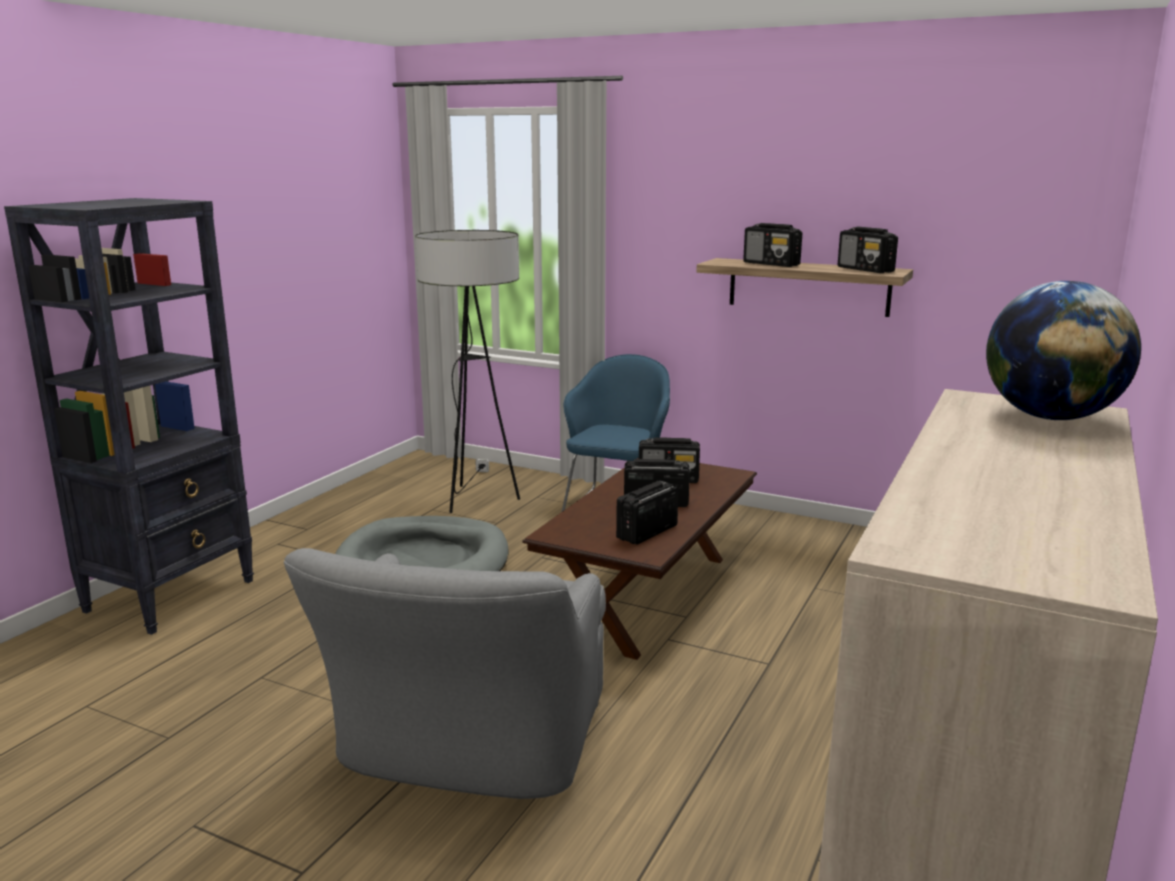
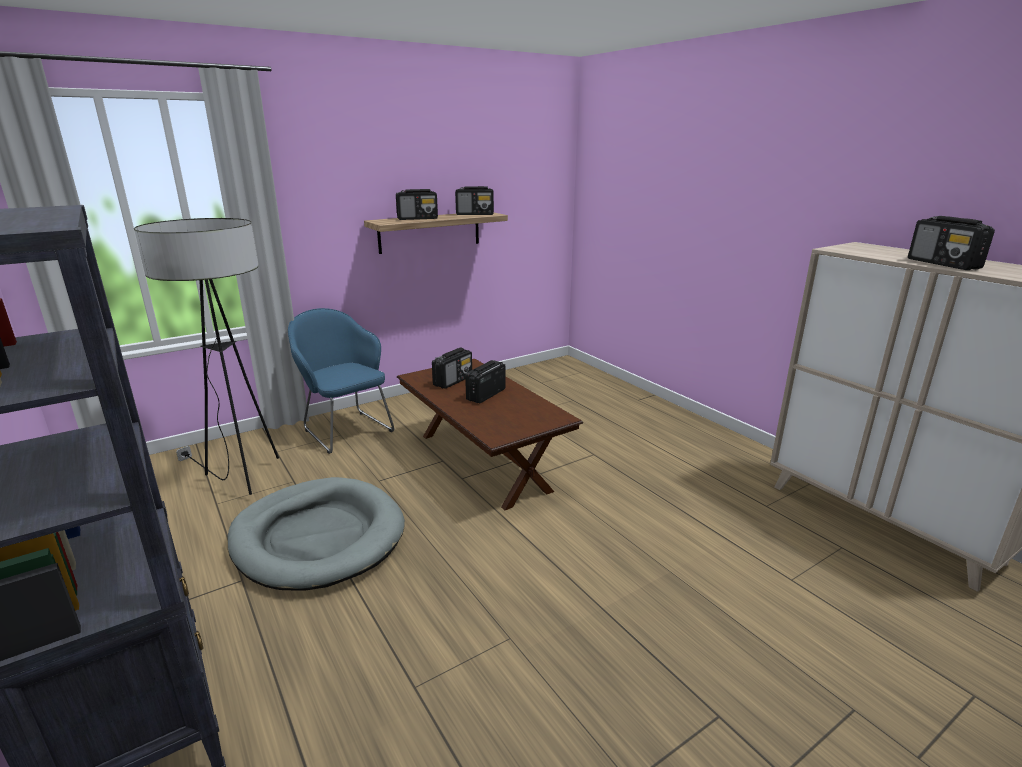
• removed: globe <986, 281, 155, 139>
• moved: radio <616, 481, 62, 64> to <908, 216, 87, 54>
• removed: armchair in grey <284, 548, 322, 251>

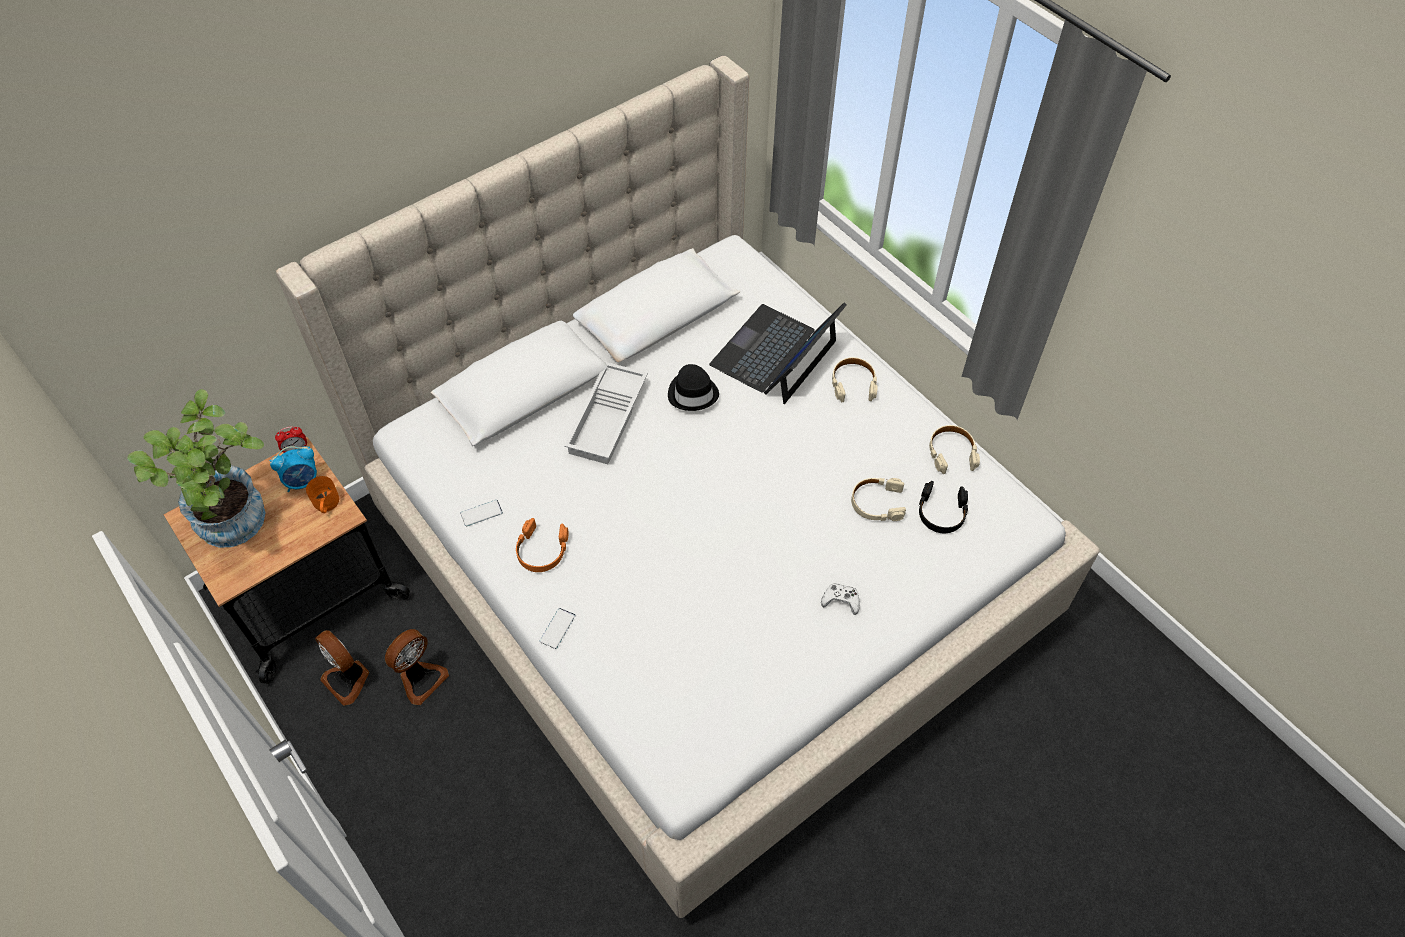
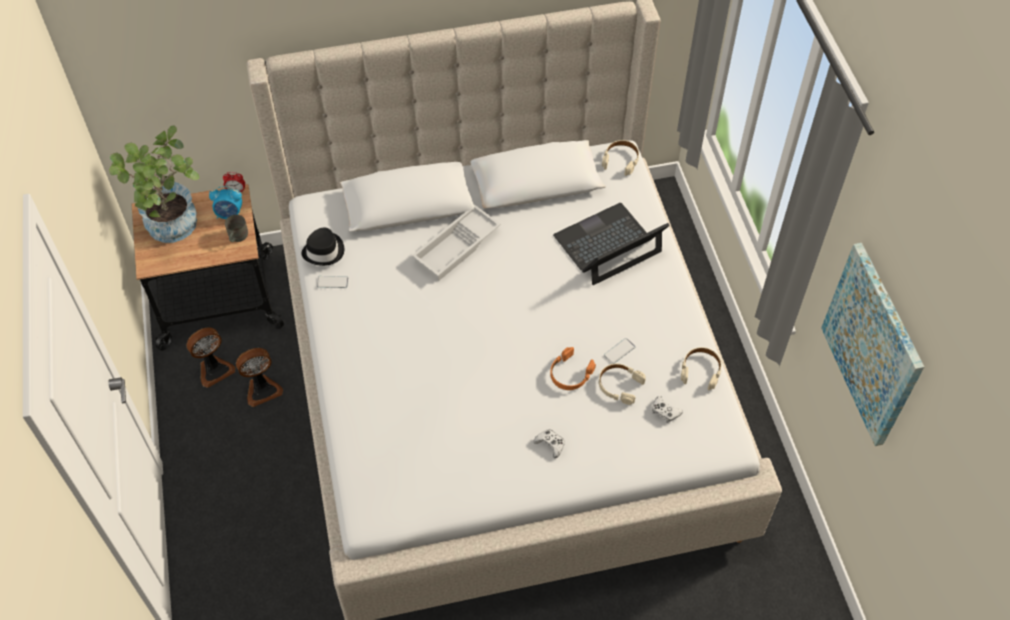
• moved: headphones in beige <832, 357, 46, 45> to <602, 140, 37, 36>
• moved: hat in black <668, 364, 51, 47> to <301, 228, 43, 38>
• recoloured: mug in orange <306, 476, 33, 37> to mug in grey <225, 215, 23, 27>
• replaced: headphones in black <918, 481, 50, 52> to game controller in white <652, 396, 31, 27>
• moved: headphones in orange <516, 518, 53, 54> to <550, 347, 46, 43>
• moved: phone <540, 608, 35, 41> to <604, 338, 31, 26>
• turned: fan <315, 630, 54, 76> = <186, 327, 49, 61> 105 degrees counterclockwise
• added: picture <821, 243, 103, 203>

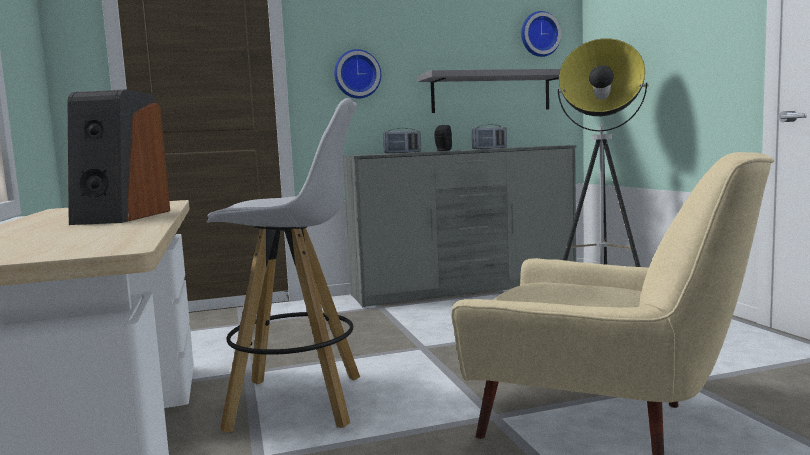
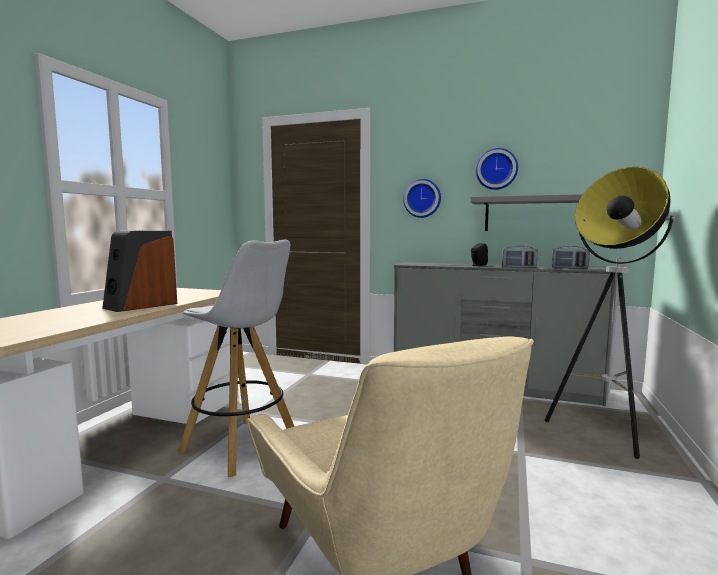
• moved: wall clock <521, 11, 40, 46> to <476, 148, 42, 42>
• moved: radio <383, 128, 38, 26> to <552, 246, 38, 23>

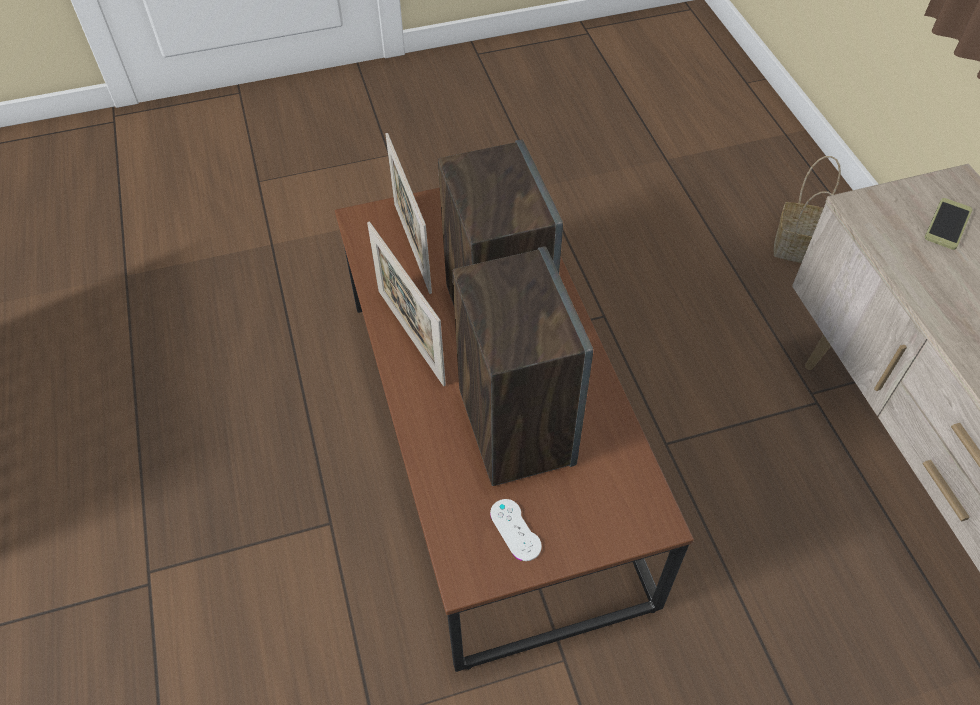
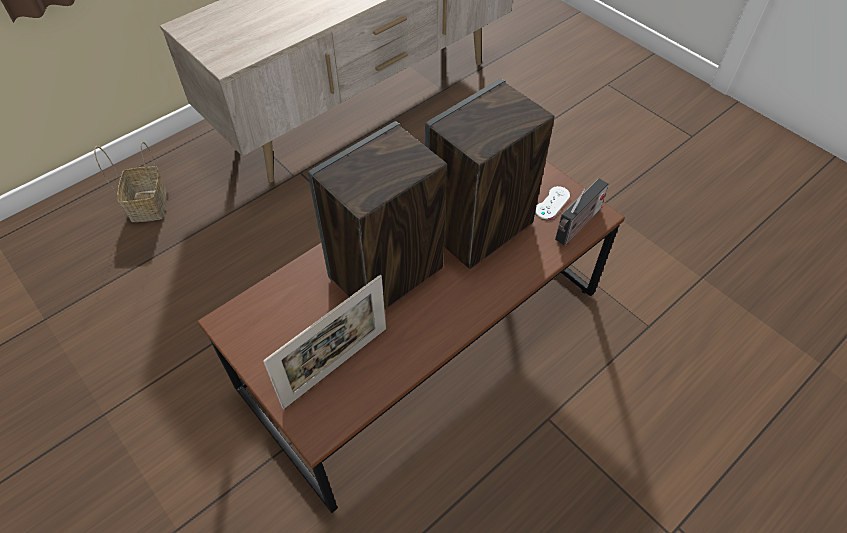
• removed: phone <925, 198, 47, 52>
• removed: picture frame <367, 221, 79, 165>
• added: radio <555, 178, 53, 67>

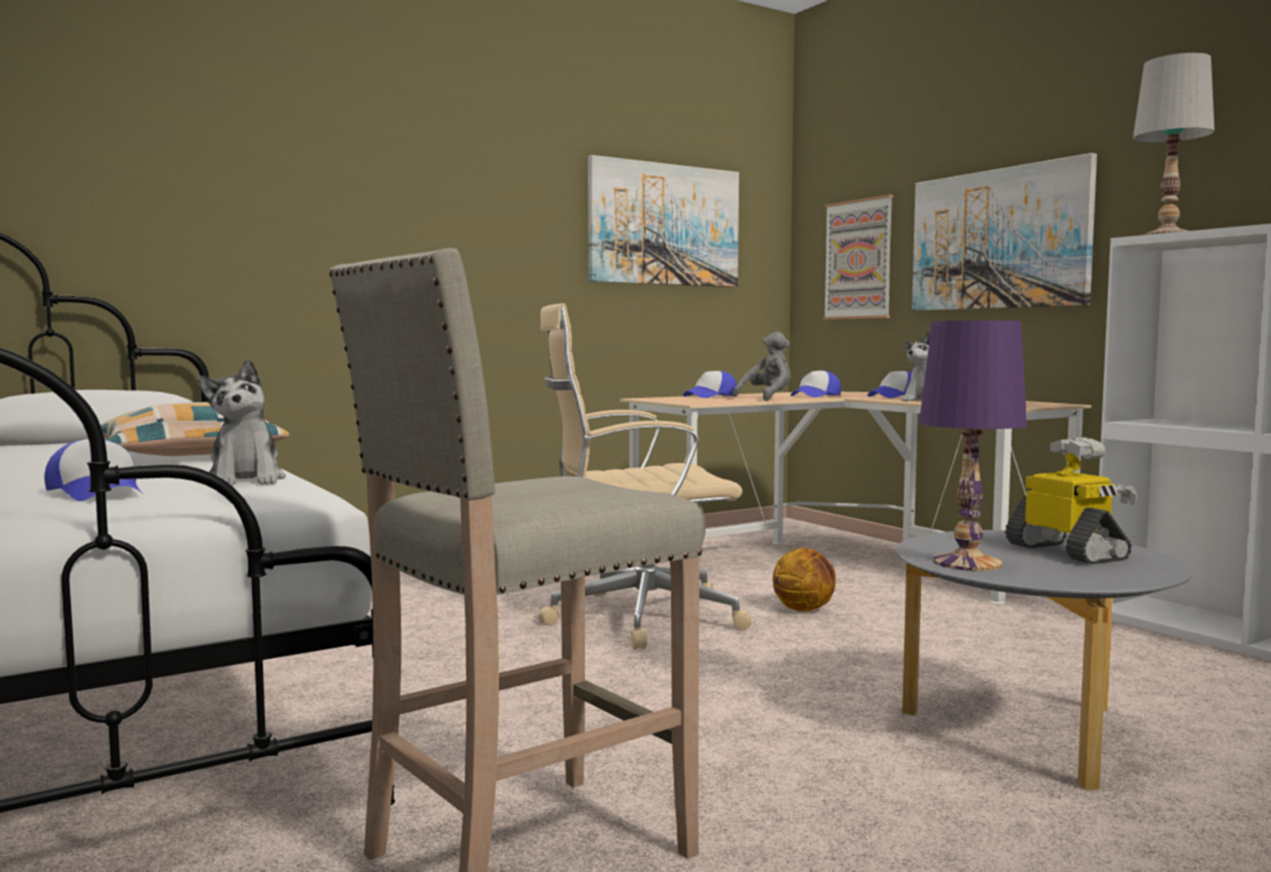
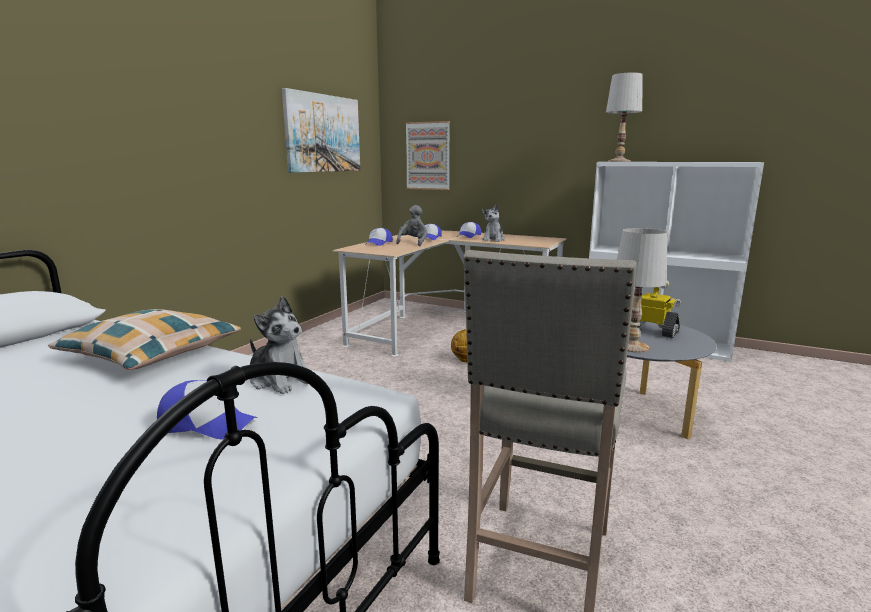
• removed: picture <912, 153, 185, 158>
• removed: office chair in beige <538, 303, 213, 346>
• recoloured: table lamp in purple <919, 320, 108, 251> to table lamp in white <617, 228, 51, 125>

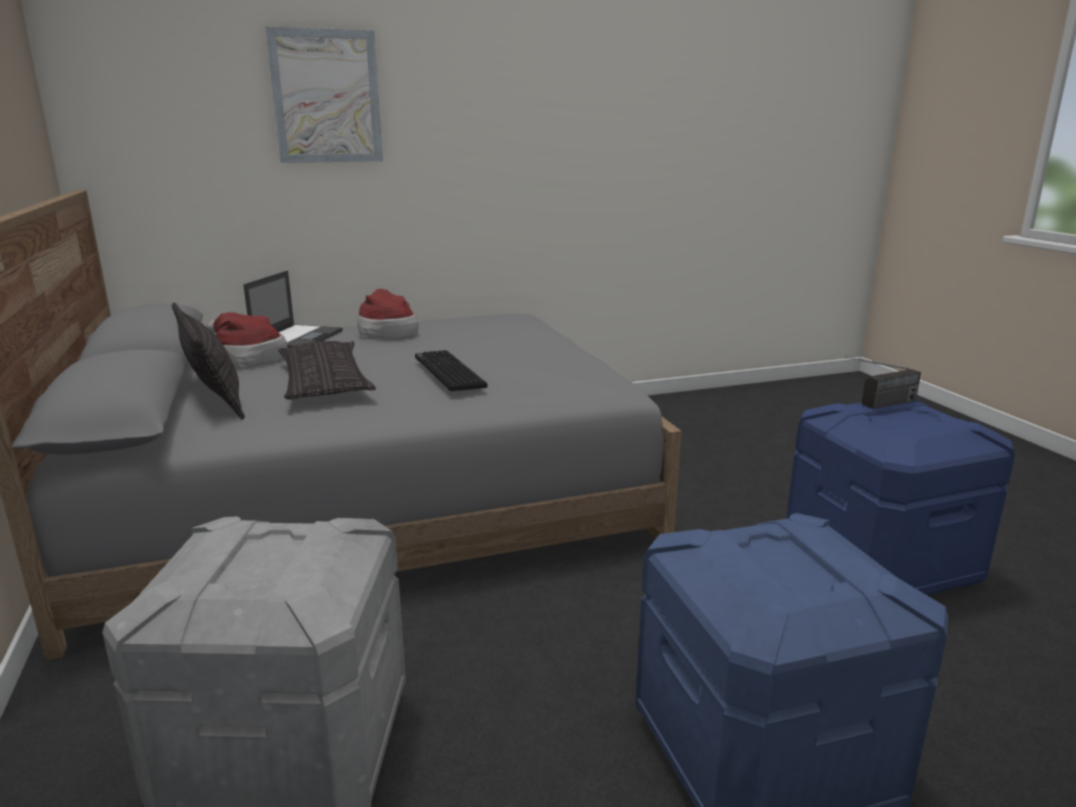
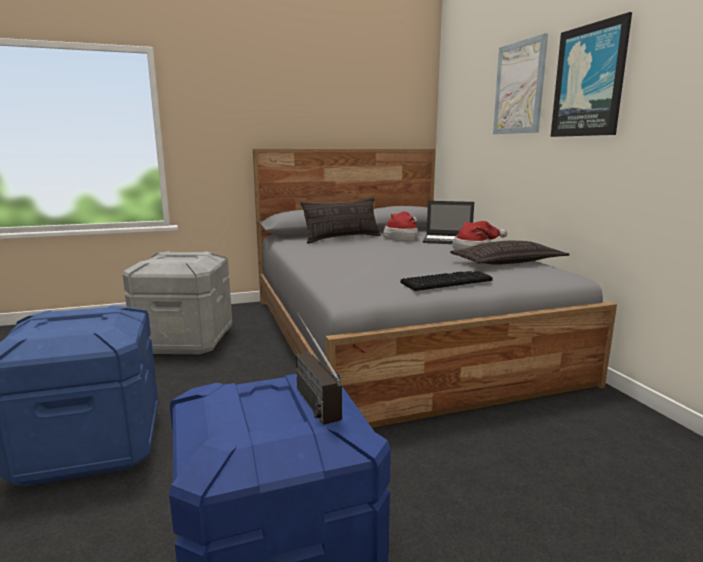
• moved: pillow <278, 341, 98, 59> to <450, 241, 120, 24>
• moved: keyboard <415, 350, 72, 41> to <400, 270, 93, 21>
• added: picture <551, 12, 81, 125>

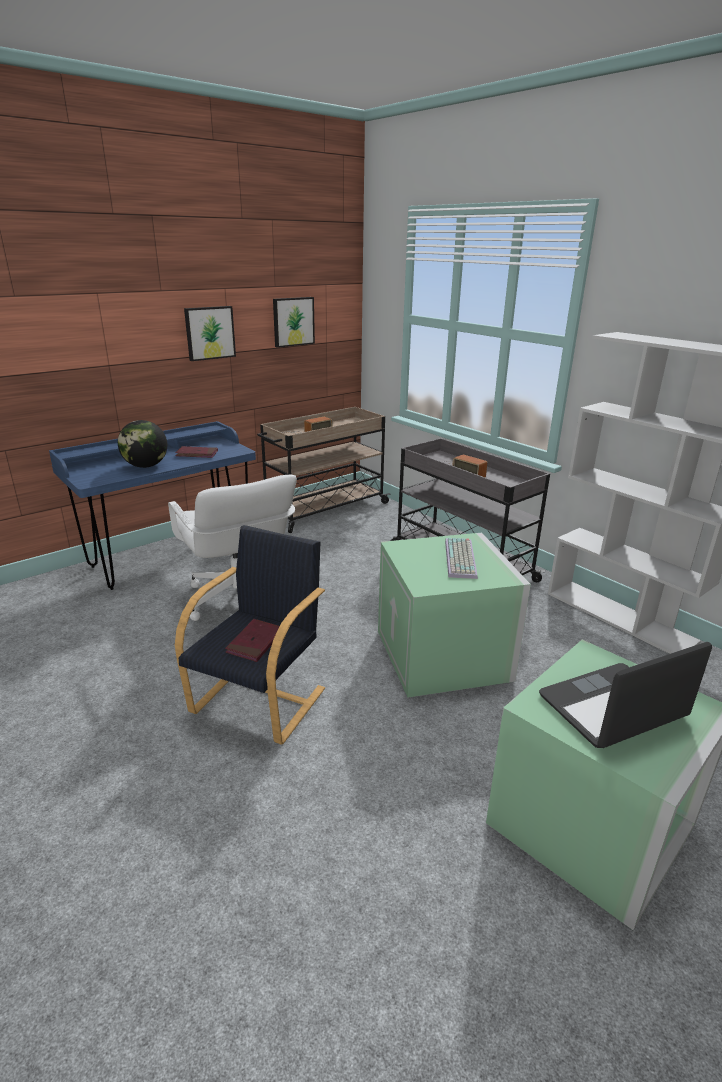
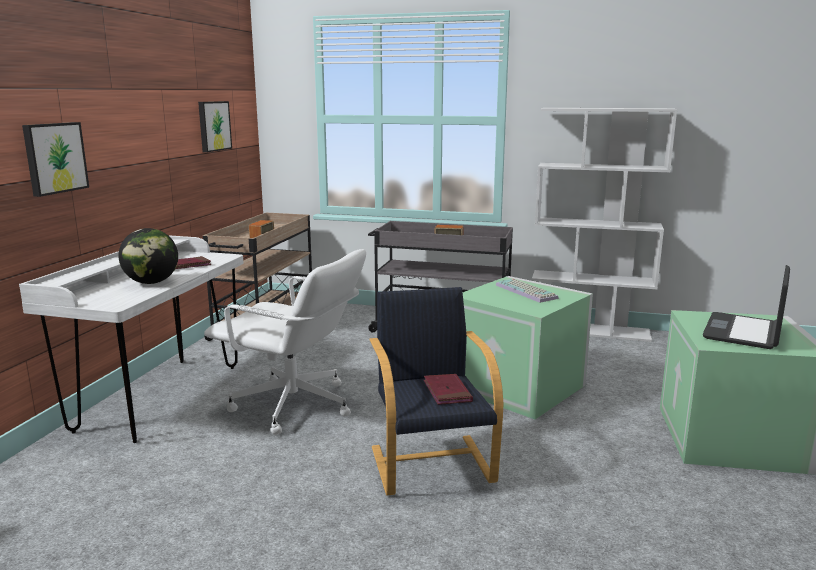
• moved: picture <184, 306, 52, 55> to <22, 122, 67, 75>
• recoloured: desk in blue <49, 421, 207, 169> to desk in white <19, 235, 225, 208>

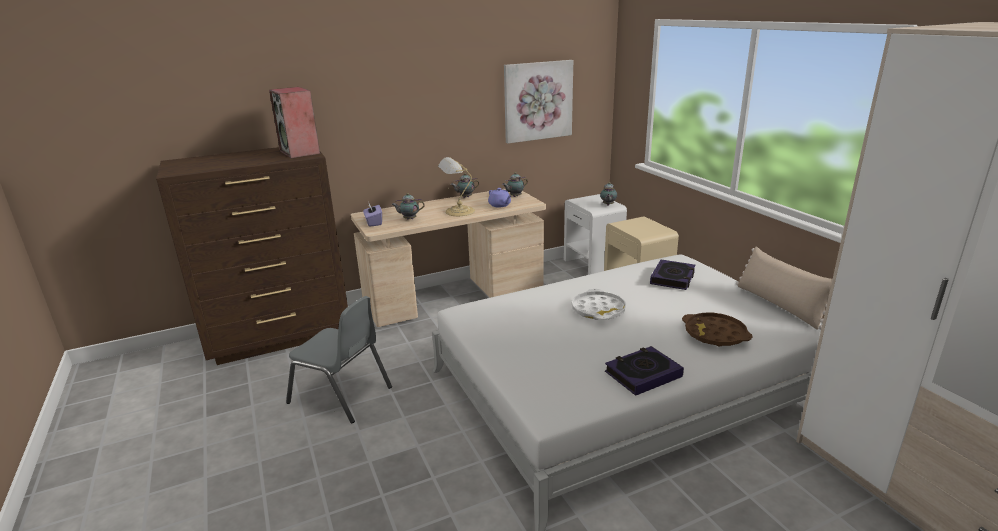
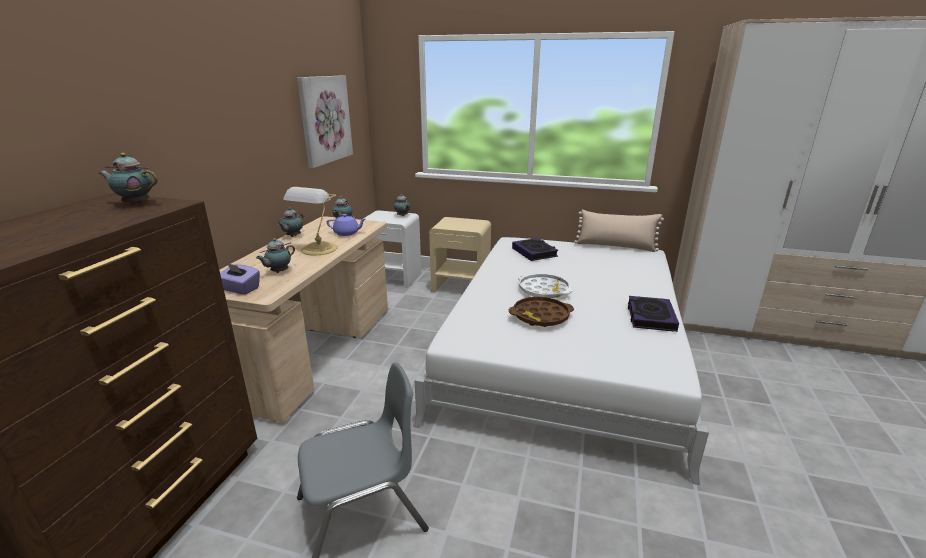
• replaced: speaker <269, 87, 51, 71> to teapot <99, 153, 58, 52>
• moved: tray in brown <682, 313, 71, 34> to <509, 296, 65, 31>

